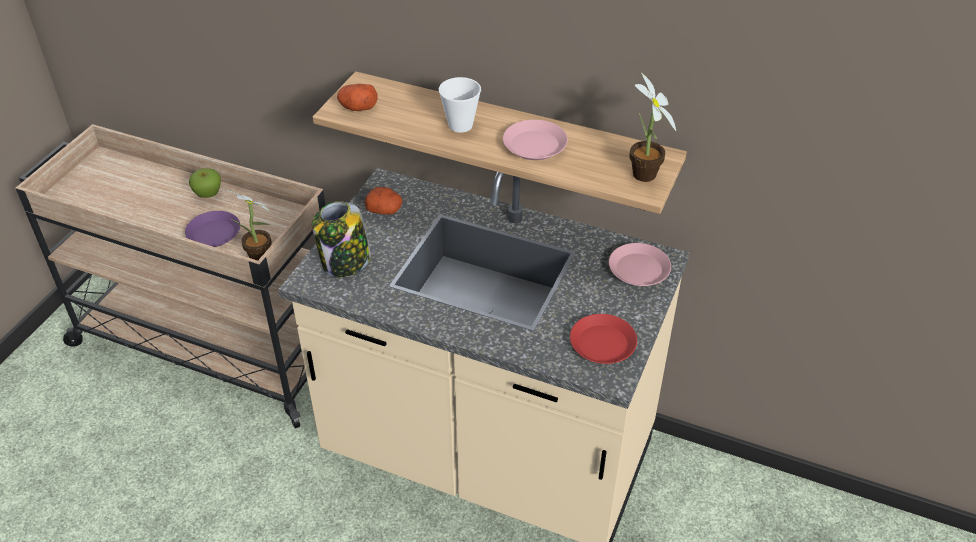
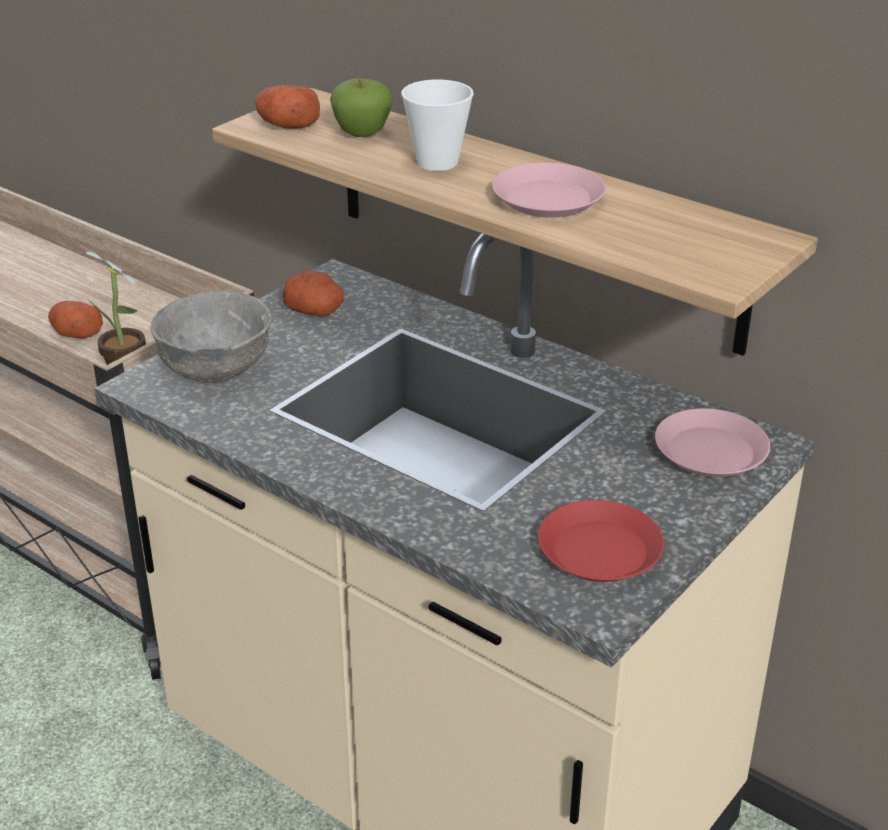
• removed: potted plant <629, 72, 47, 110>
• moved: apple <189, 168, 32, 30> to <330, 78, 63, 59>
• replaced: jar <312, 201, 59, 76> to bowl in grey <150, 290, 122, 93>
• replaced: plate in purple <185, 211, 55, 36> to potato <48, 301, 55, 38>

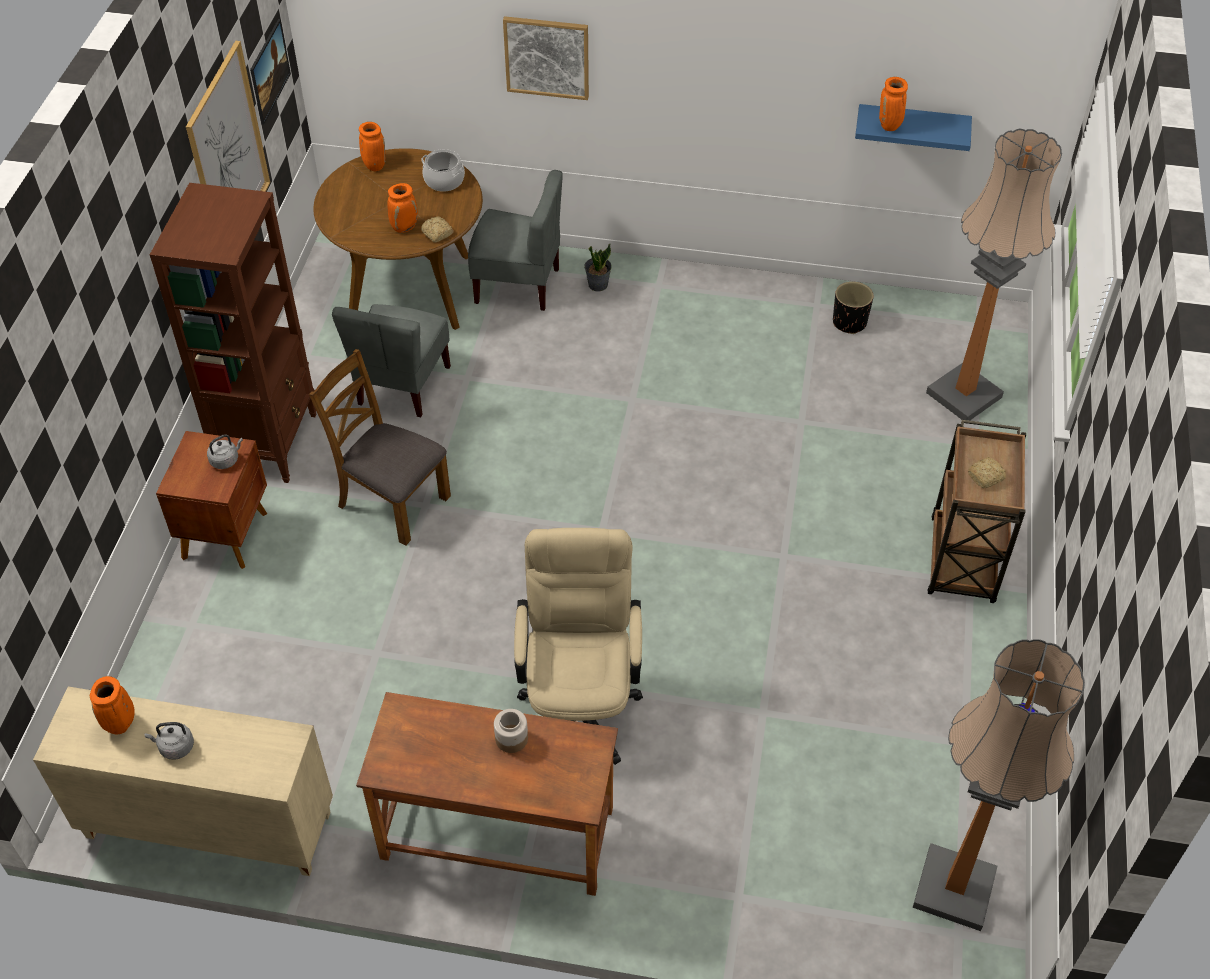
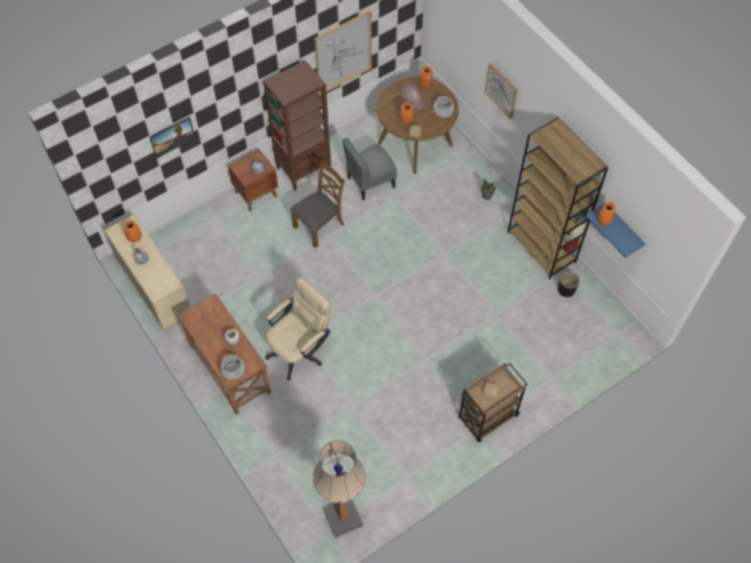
• moved: picture <250, 19, 41, 106> to <149, 117, 46, 42>
• removed: floor lamp <926, 128, 136, 293>
• removed: chair in grey <468, 170, 95, 141>
• turned: chair in brown <309, 349, 142, 197> = <290, 160, 55, 88> 60 degrees clockwise
• added: tray in brown <398, 77, 29, 35>
• added: bookcase in brown <507, 117, 101, 162>
• added: cooking pot <220, 354, 25, 26>

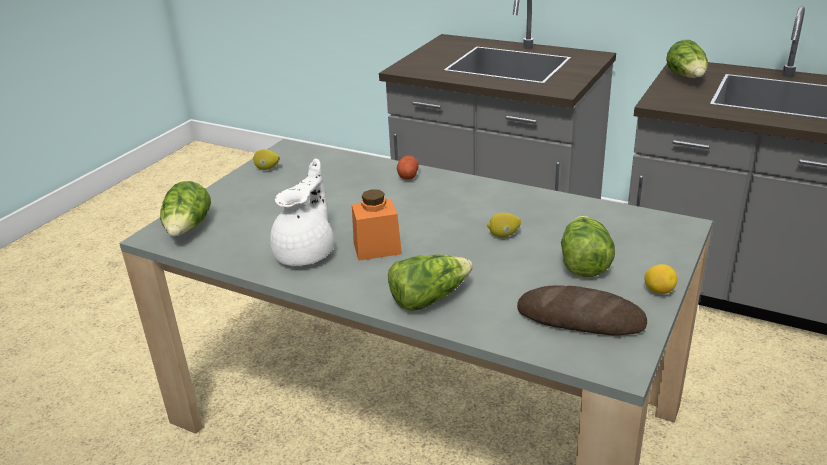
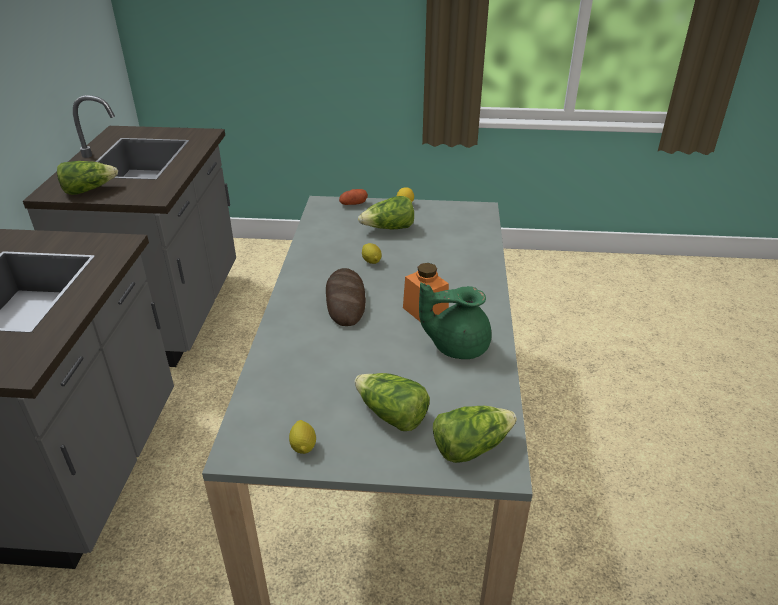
• moved: potato <397, 155, 22, 25> to <339, 189, 29, 16>
• recoloured: teapot in white <270, 159, 64, 107> to teapot in green <419, 283, 73, 76>
• moved: lettuce <388, 255, 85, 56> to <354, 373, 76, 58>
• moved: bread <517, 285, 130, 51> to <326, 268, 40, 58>

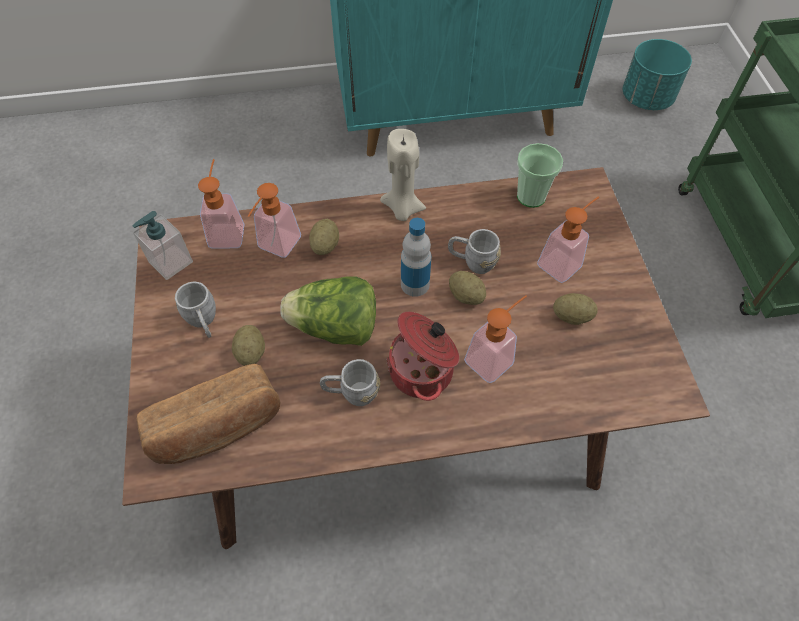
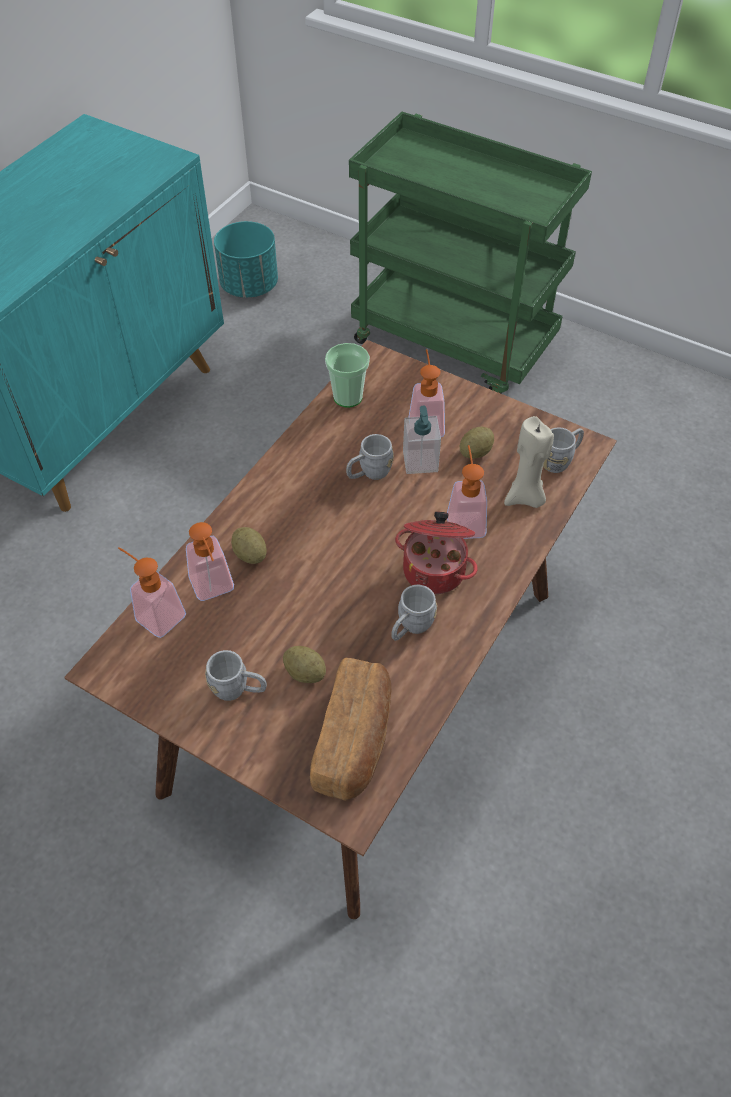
• moved: candle in beige <380, 129, 46, 92> to <504, 416, 50, 92>
• moved: soap dispenser <133, 211, 60, 69> to <403, 406, 38, 68>
• removed: bottle <401, 218, 30, 79>
• removed: potato <449, 271, 37, 34>
• removed: lettuce <280, 276, 96, 70>
• added: mug in grey <543, 427, 41, 46>

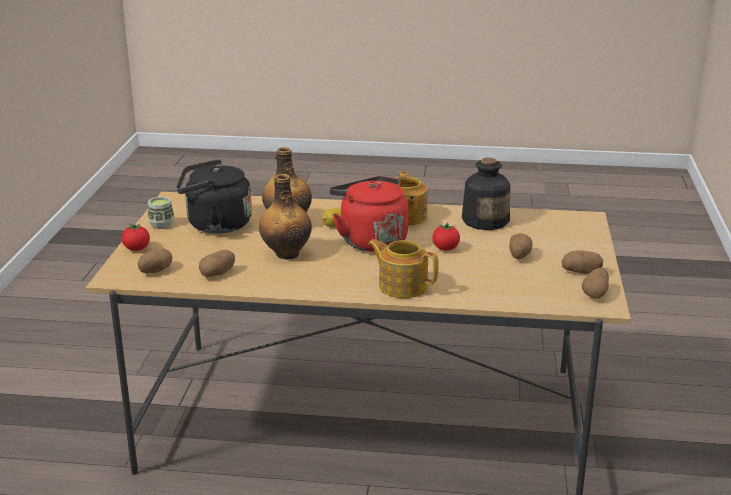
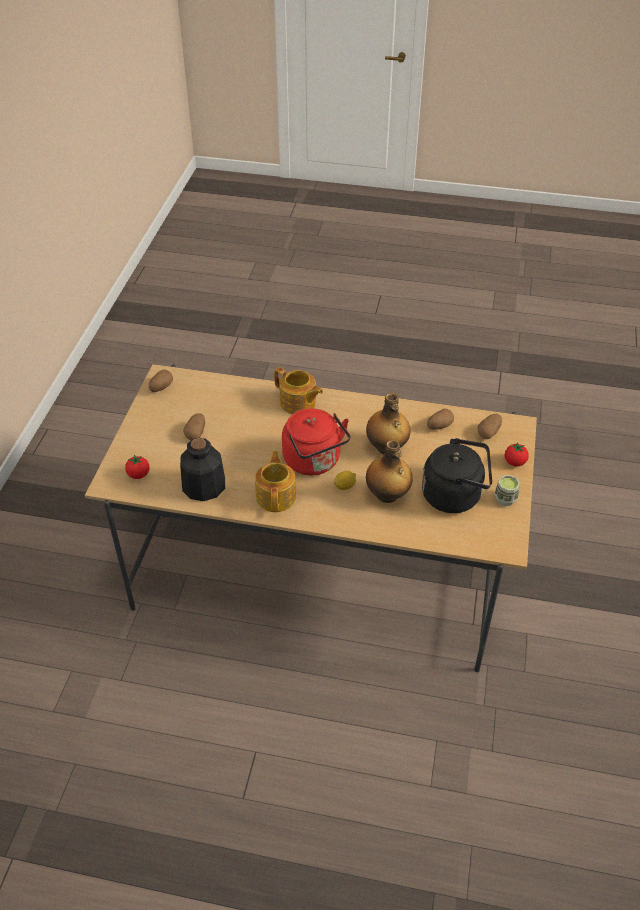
• moved: tomato <432, 223, 28, 28> to <125, 455, 24, 24>
• removed: potato <562, 250, 41, 24>

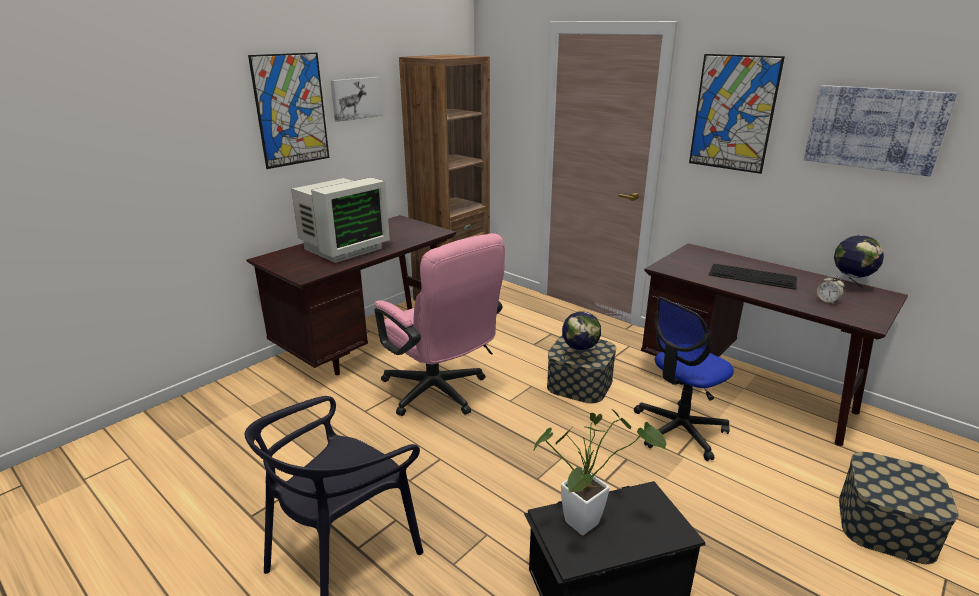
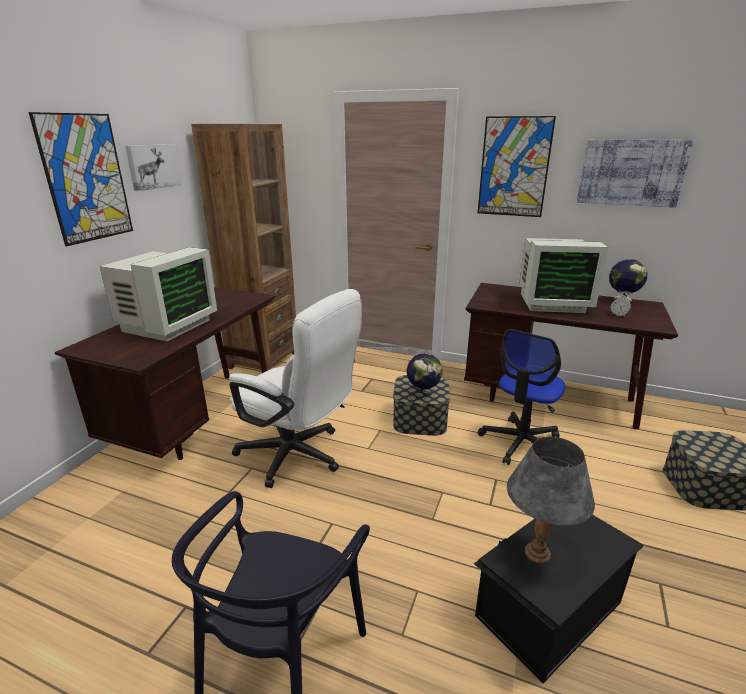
• recoloured: office chair in pink <375, 233, 130, 183> to office chair in white <229, 289, 133, 199>
• replaced: keyboard <709, 264, 88, 26> to monitor <519, 238, 90, 75>
• replaced: potted plant <533, 409, 133, 126> to table lamp in grey <507, 437, 88, 127>

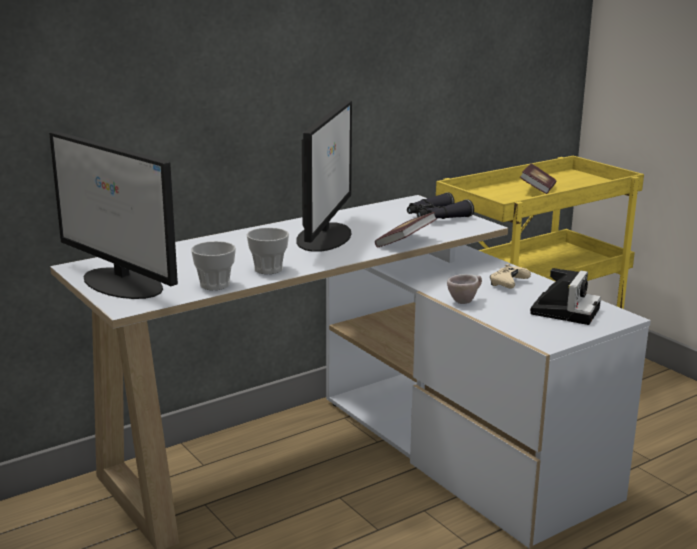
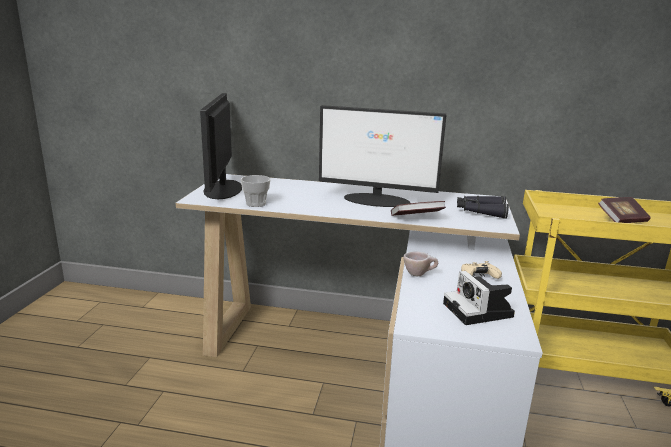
• turned: monitor <296, 100, 56, 152> = <319, 105, 128, 102> 45 degrees clockwise
• removed: cup <246, 228, 43, 46>
• turned: photo camera <530, 268, 71, 57> = <443, 271, 72, 54> 90 degrees clockwise

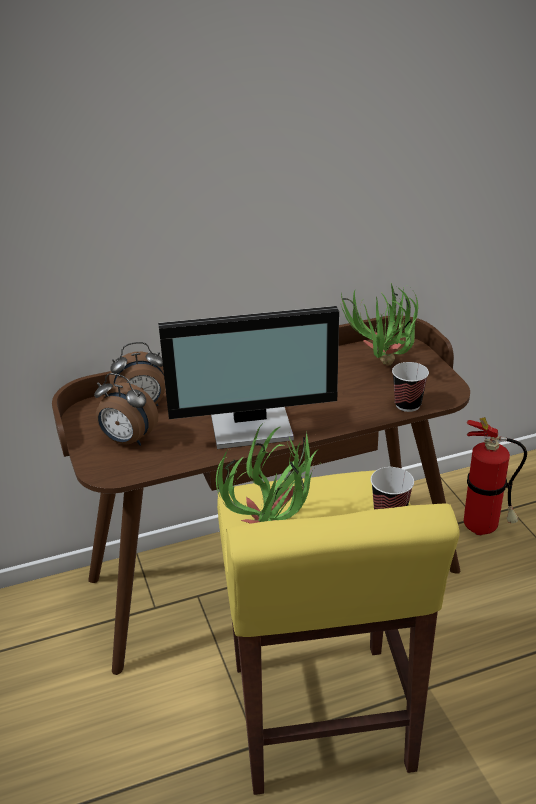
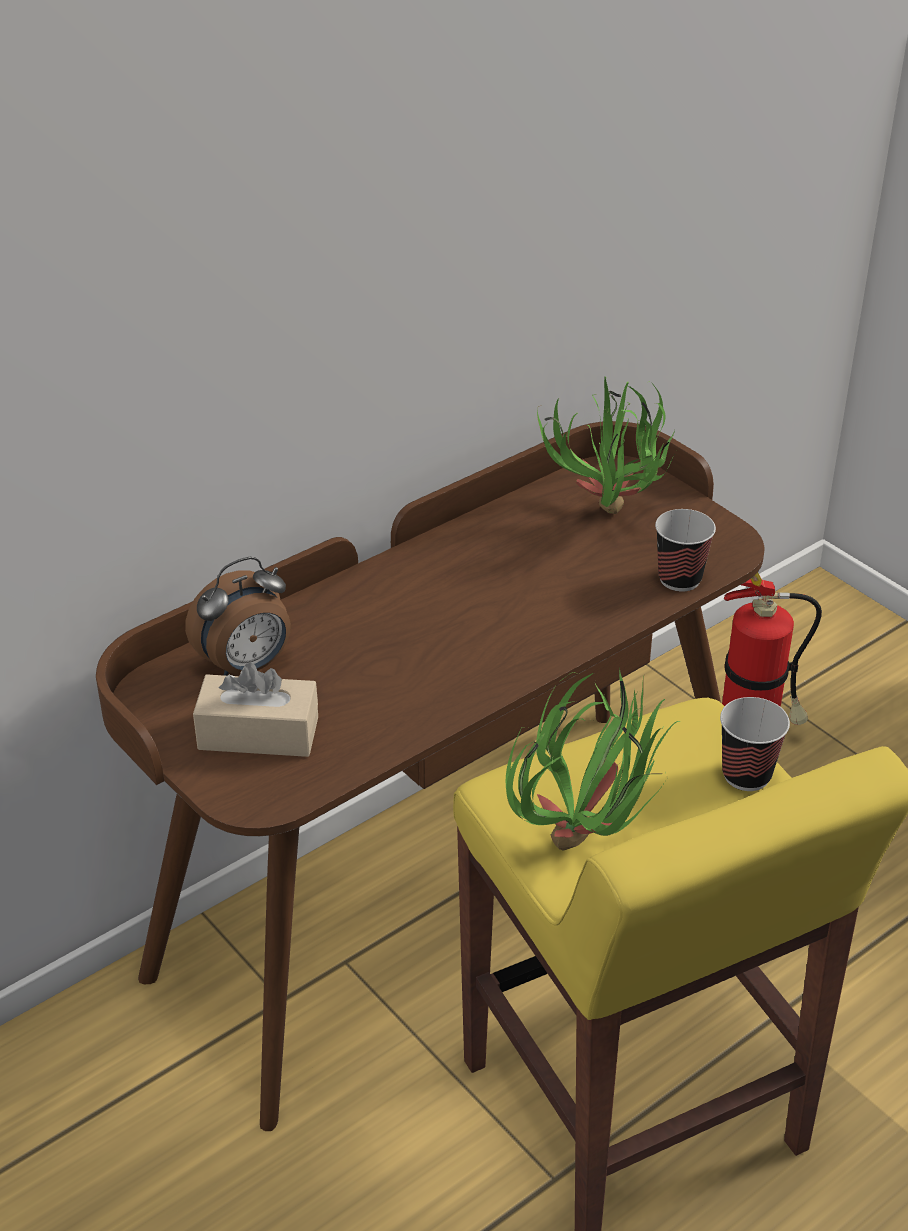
• removed: monitor <158, 306, 181, 143>
• replaced: alarm clock <94, 373, 64, 73> to tissue box in beige <193, 663, 125, 94>

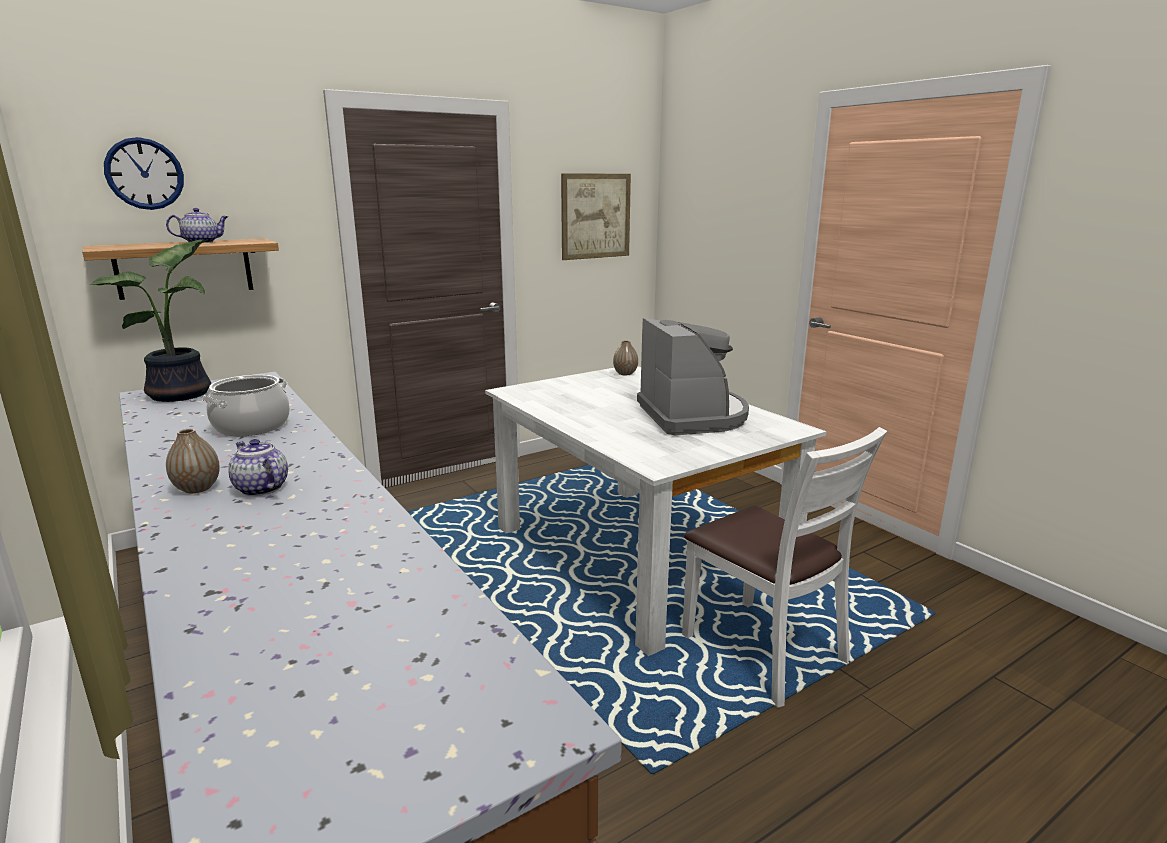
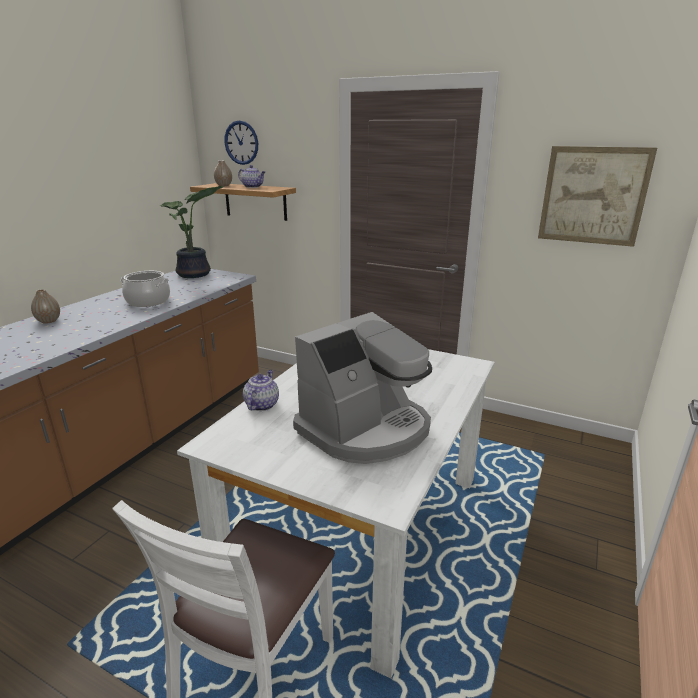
• moved: vase <613, 340, 25, 35> to <214, 161, 18, 25>
• moved: teapot <228, 439, 60, 57> to <243, 370, 36, 41>

